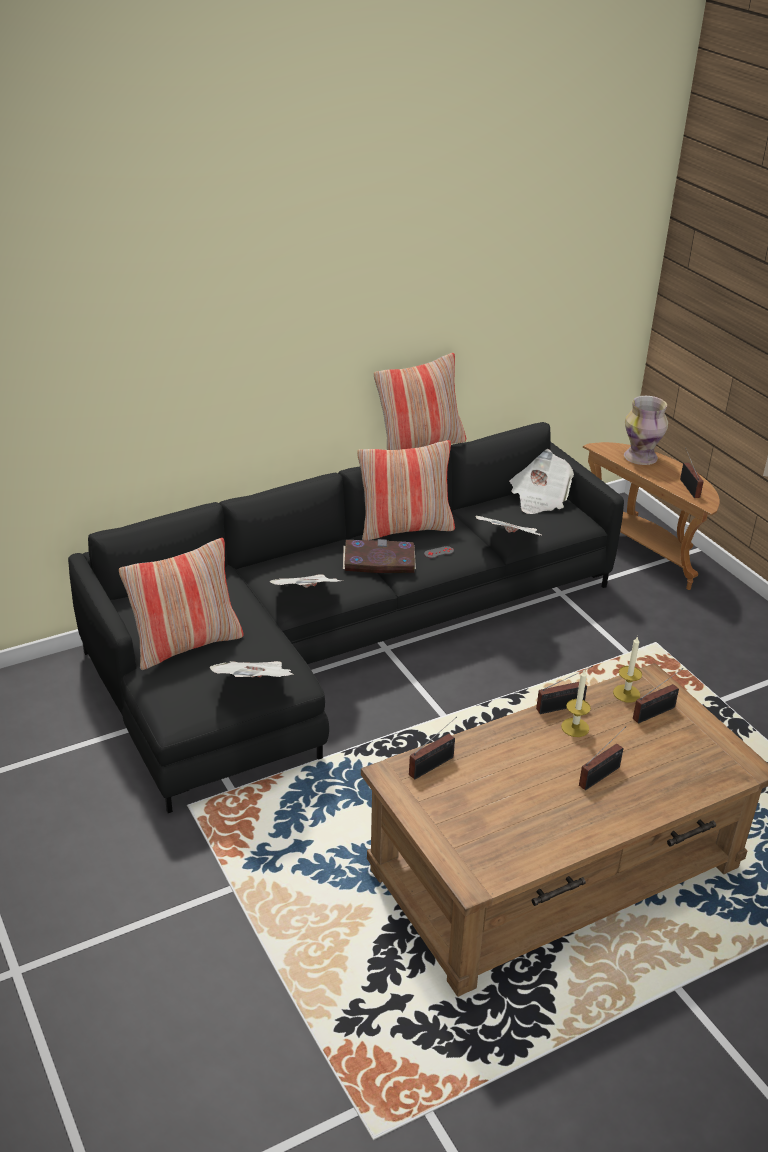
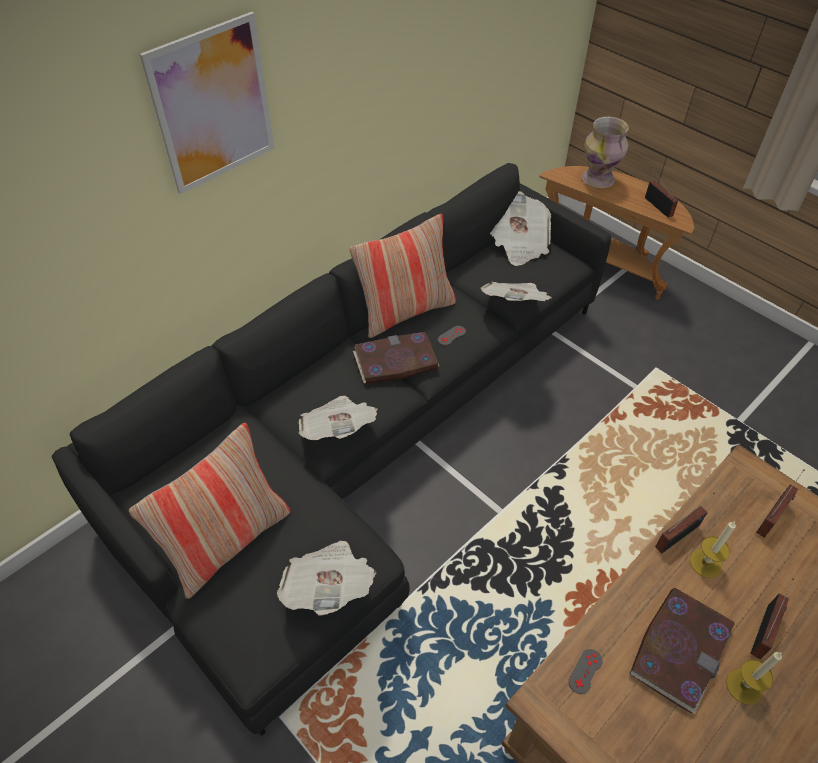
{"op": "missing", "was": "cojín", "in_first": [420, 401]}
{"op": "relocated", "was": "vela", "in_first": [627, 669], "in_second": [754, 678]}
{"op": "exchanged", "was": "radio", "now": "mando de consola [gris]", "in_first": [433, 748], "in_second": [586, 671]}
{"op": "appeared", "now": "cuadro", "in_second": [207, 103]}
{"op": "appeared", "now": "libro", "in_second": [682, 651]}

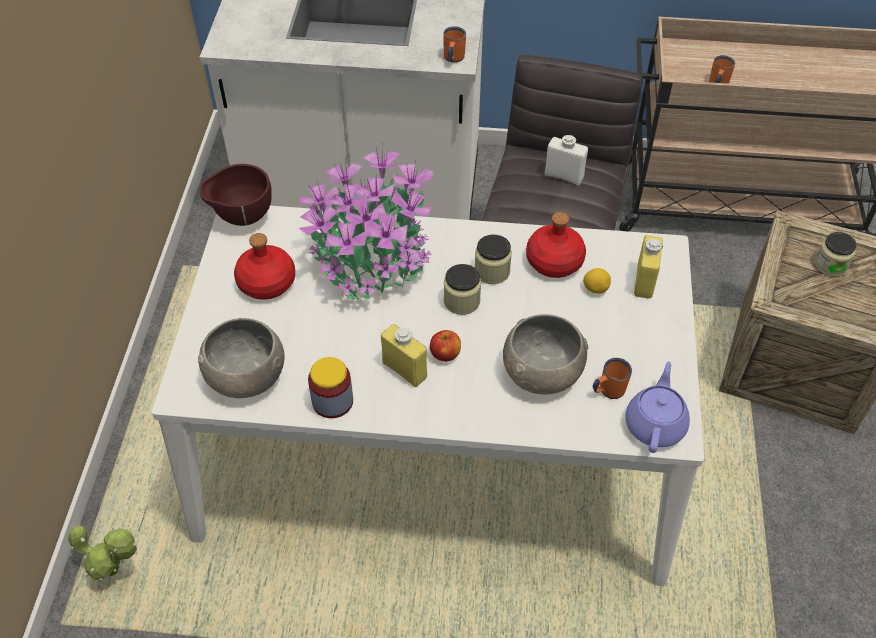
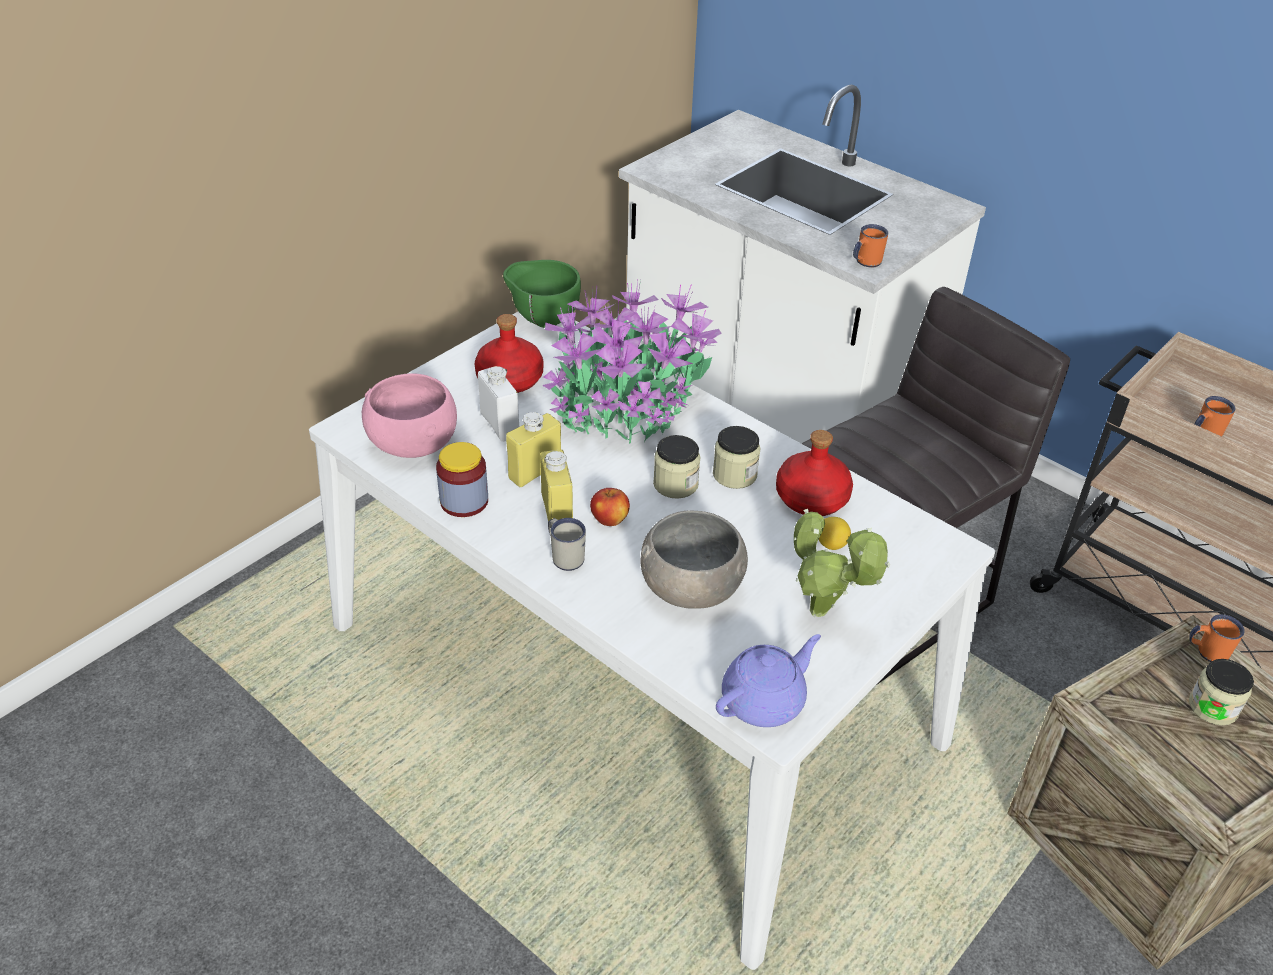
{"op": "relocated", "was": "botella [blanco]", "in_first": [566, 160], "in_second": [498, 404]}
{"op": "colour", "was": "cuenco [marrón]", "now": "cuenco [verde]", "in_first": [236, 195], "in_second": [542, 294]}
{"op": "relocated", "was": "botella [amarillo]", "in_first": [648, 267], "in_second": [533, 449]}
{"op": "colour", "was": "cuenco [gris]", "now": "cuenco [rosa]", "in_first": [241, 358], "in_second": [409, 415]}
{"op": "relocated", "was": "taza grande [naranja]", "in_first": [612, 378], "in_second": [1217, 638]}
{"op": "relocated", "was": "planta en maceta", "in_first": [103, 552], "in_second": [842, 563]}
{"op": "appeared", "now": "taza grande [blanco]", "in_second": [567, 544]}

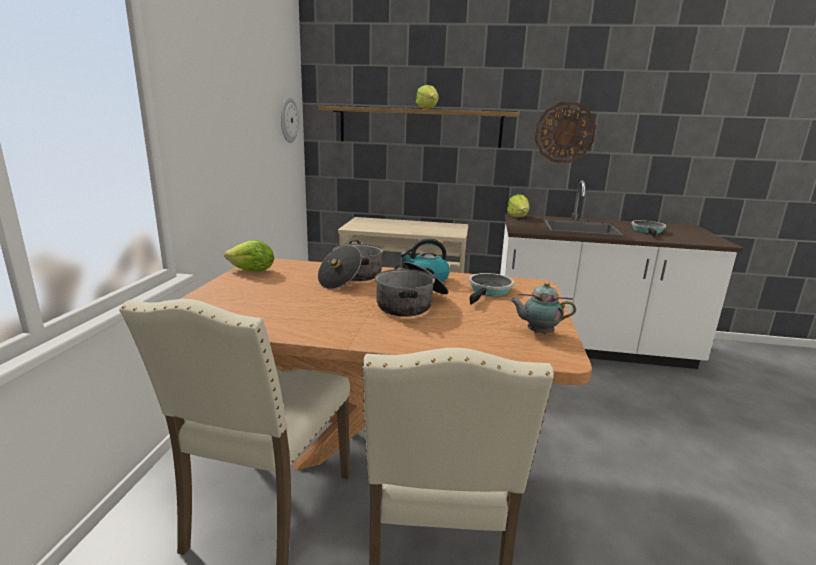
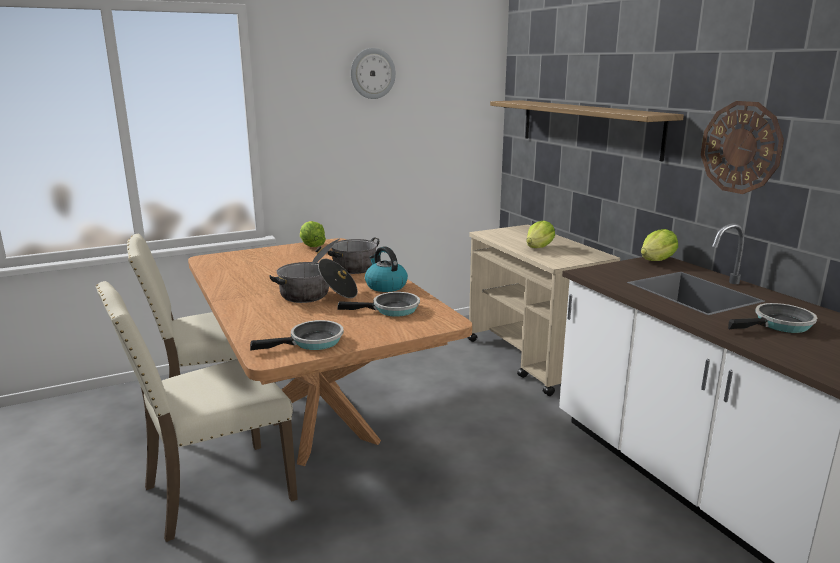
{"op": "relocated", "was": "lechuga", "in_first": [427, 97], "in_second": [541, 234]}
{"op": "relocated", "was": "reloj de pared", "in_first": [290, 120], "in_second": [373, 73]}
{"op": "exchanged", "was": "tetera", "now": "sartén", "in_first": [543, 308], "in_second": [297, 335]}

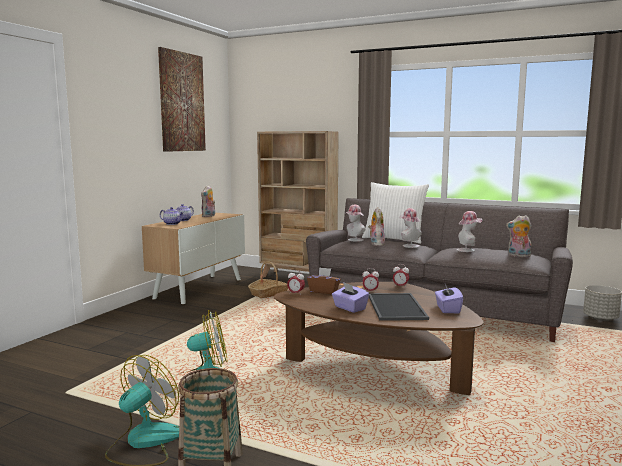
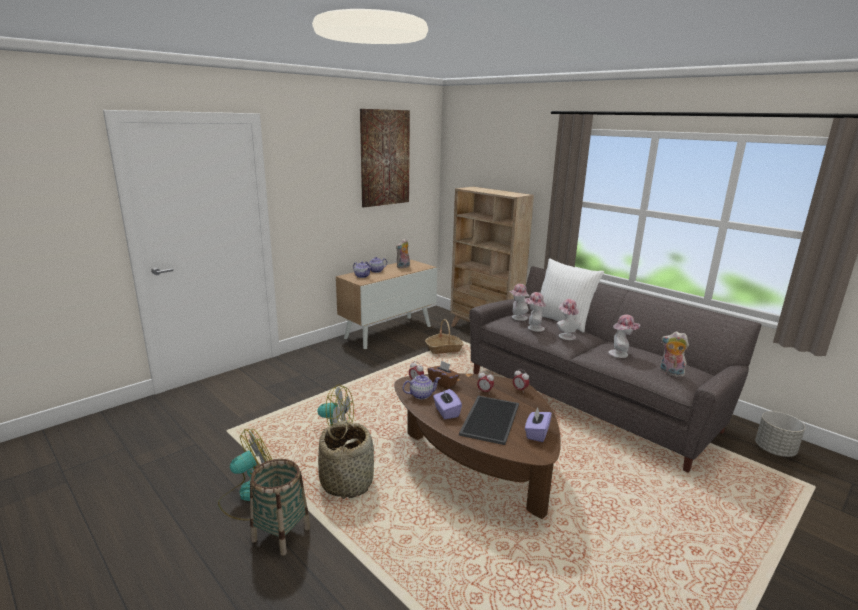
{"op": "exchanged", "was": "peluche", "now": "sombrero", "in_first": [376, 226], "in_second": [535, 312]}
{"op": "appeared", "now": "tetera", "in_second": [422, 386]}
{"op": "appeared", "now": "cesta", "in_second": [346, 460]}

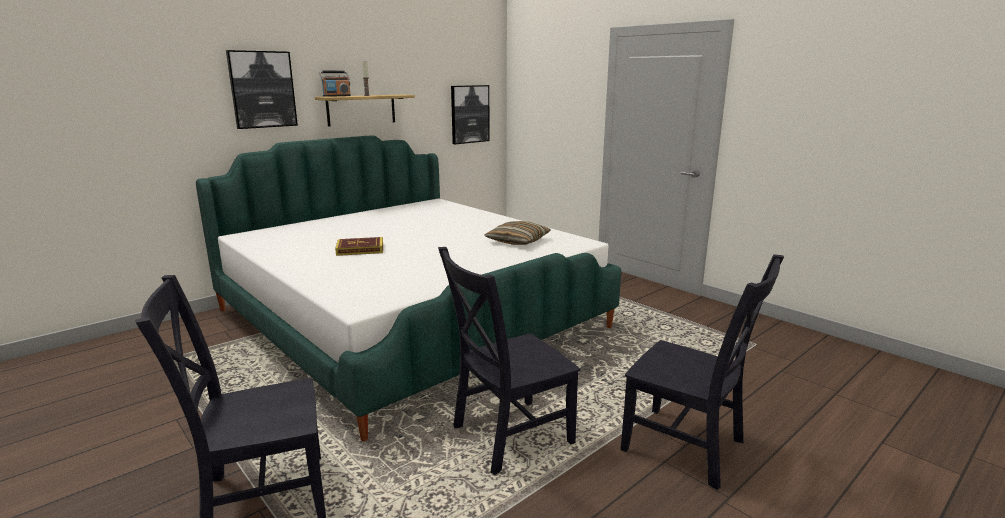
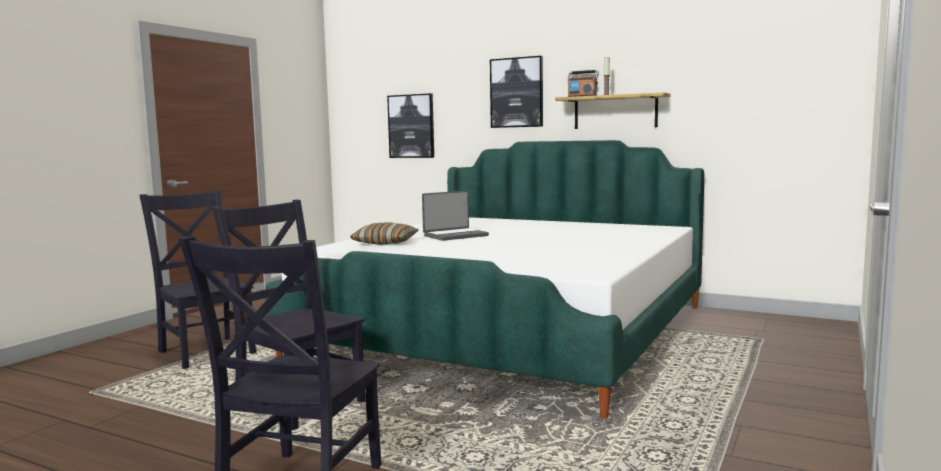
{"op": "relocated", "was": "cuadro", "in_first": [470, 114], "in_second": [410, 125]}
{"op": "relocated", "was": "cojín", "in_first": [517, 233], "in_second": [384, 233]}
{"op": "exchanged", "was": "libro", "now": "portátil", "in_first": [359, 246], "in_second": [455, 216]}

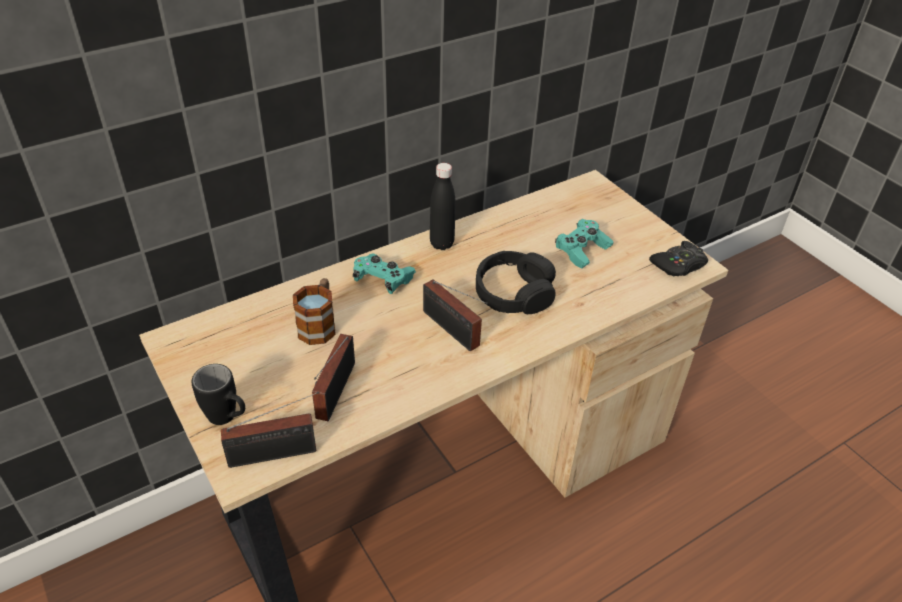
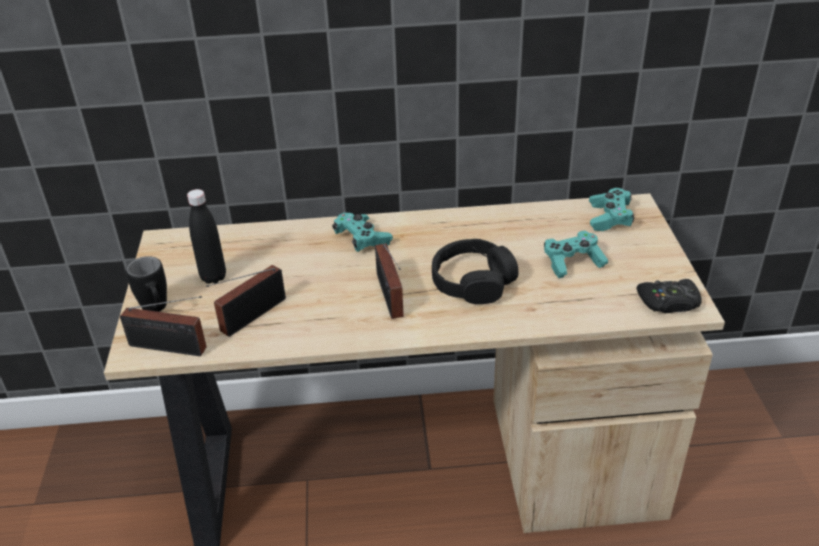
{"op": "relocated", "was": "botella [negro]", "in_first": [443, 206], "in_second": [206, 236]}
{"op": "missing", "was": "taza grande", "in_first": [314, 311]}
{"op": "appeared", "now": "mando de consola [turquesa]", "in_second": [611, 209]}

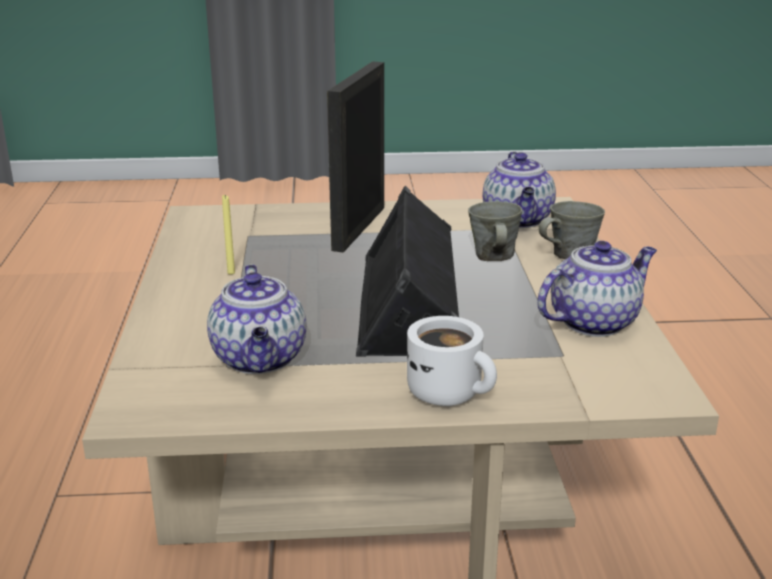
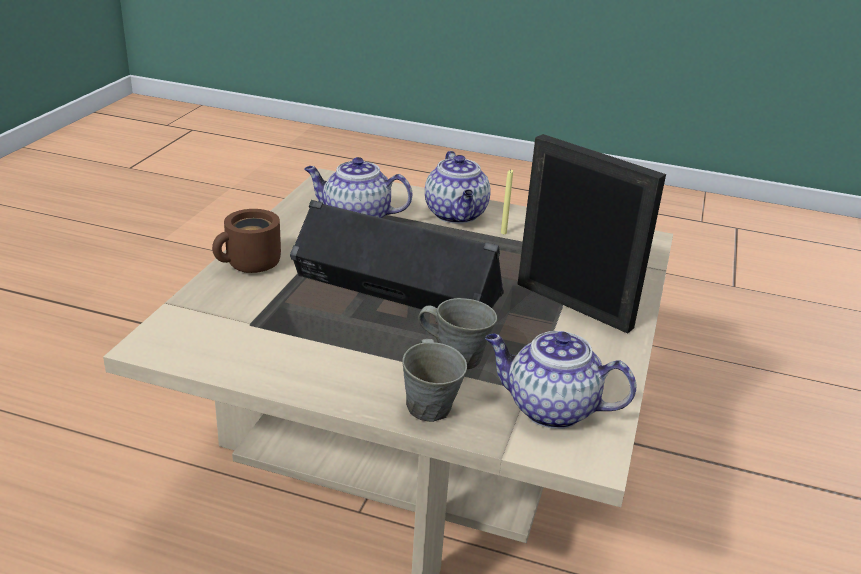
{"op": "relocated", "was": "tetera", "in_first": [597, 289], "in_second": [458, 187]}
{"op": "colour", "was": "taza grande [blanco]", "now": "taza grande [marrón]", "in_first": [452, 361], "in_second": [246, 241]}

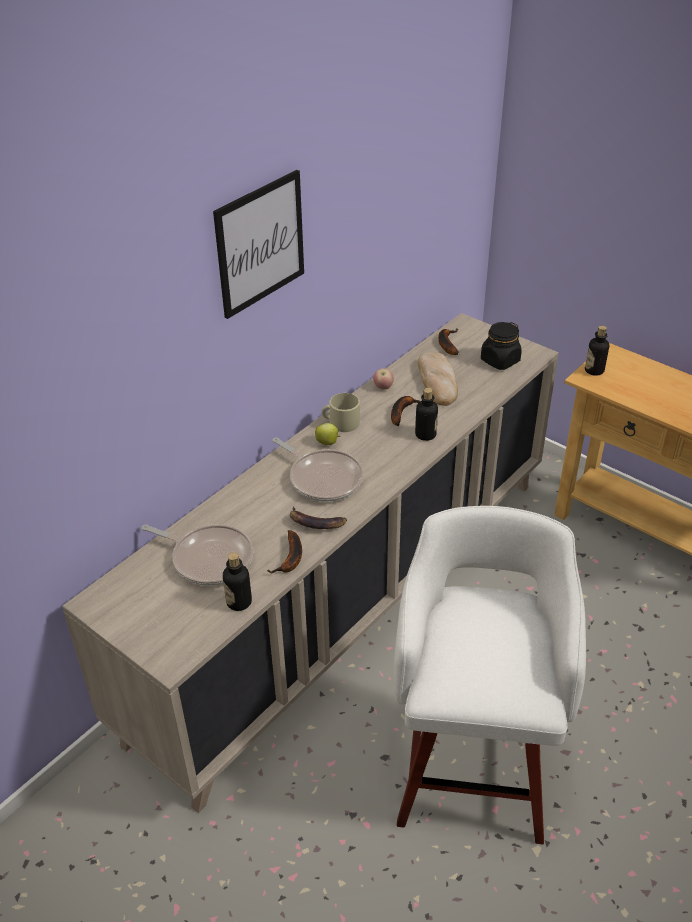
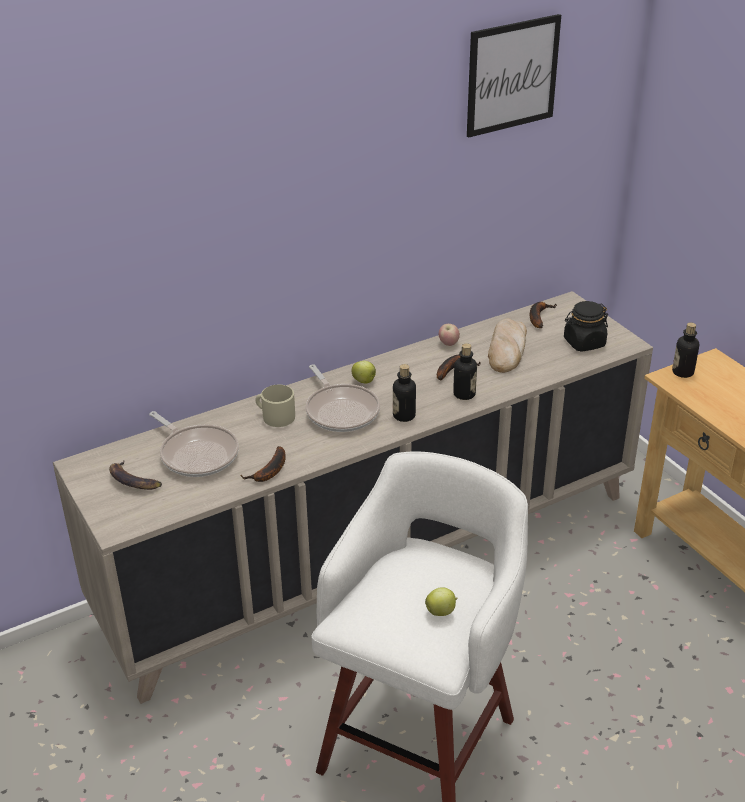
{"op": "relocated", "was": "cuadro", "in_first": [258, 244], "in_second": [514, 76]}
{"op": "relocated", "was": "taza grande [beis]", "in_first": [340, 412], "in_second": [275, 406]}
{"op": "relocated", "was": "plátano", "in_first": [318, 517], "in_second": [135, 475]}
{"op": "relocated", "was": "botella", "in_first": [237, 581], "in_second": [404, 393]}
{"op": "appeared", "now": "manzana", "in_second": [441, 601]}

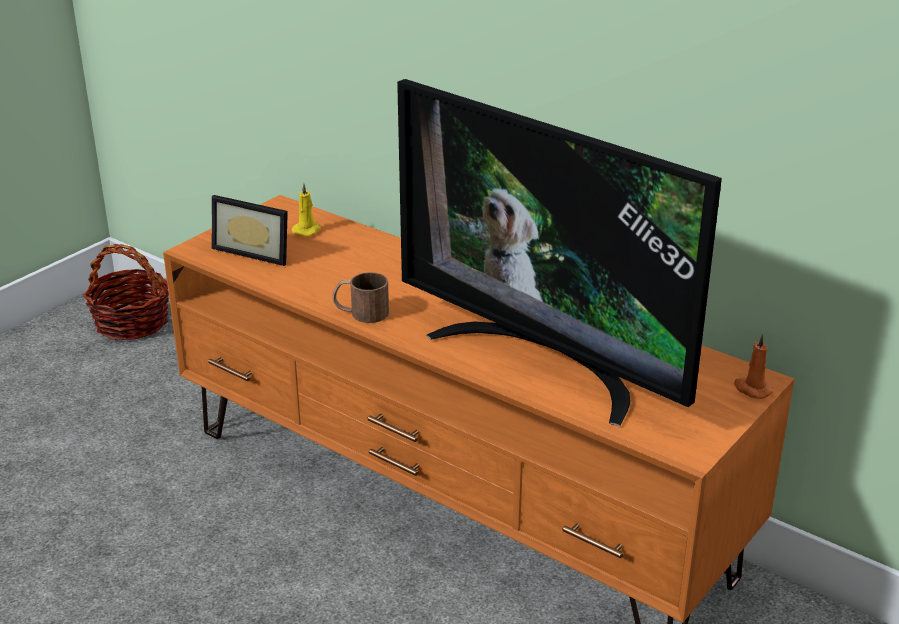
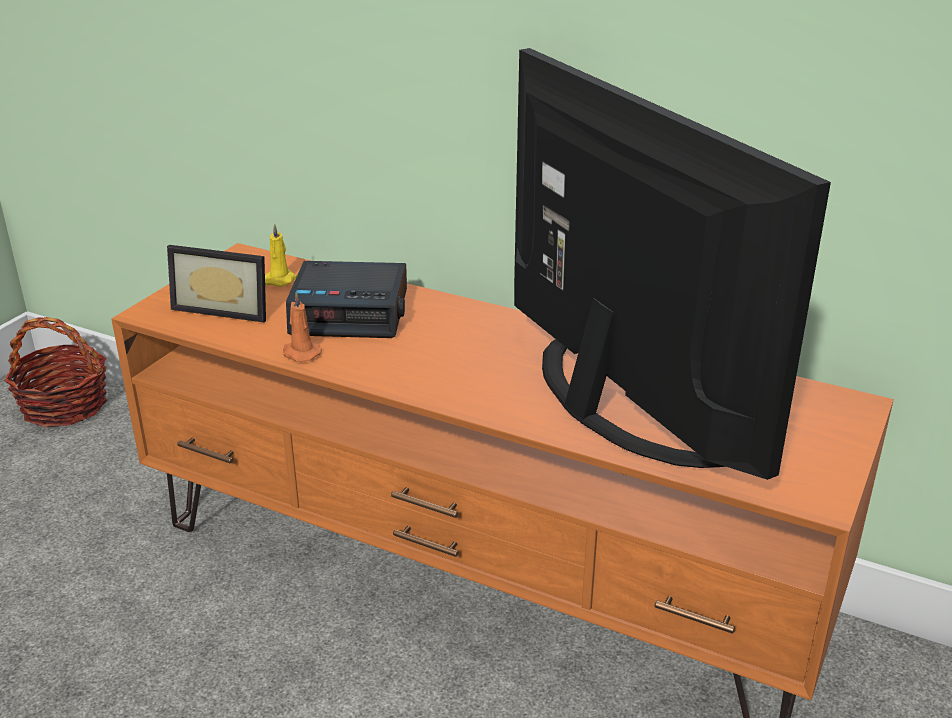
{"op": "spun", "was": "televisor", "in_first": [559, 252], "in_second": [672, 264], "clockwise": -150}
{"op": "missing", "was": "taza grande [marrón]", "in_first": [361, 297]}
{"op": "relocated", "was": "vela [naranja]", "in_first": [753, 366], "in_second": [302, 327]}
{"op": "appeared", "now": "despertador", "in_second": [346, 299]}

